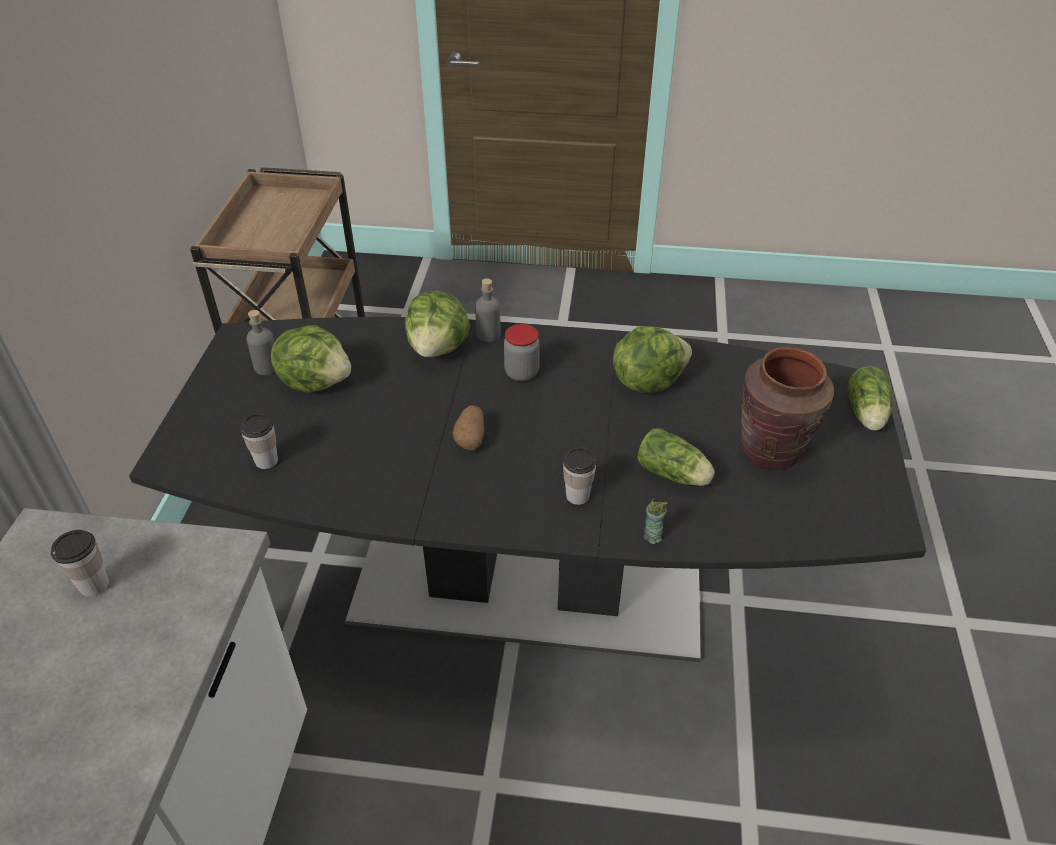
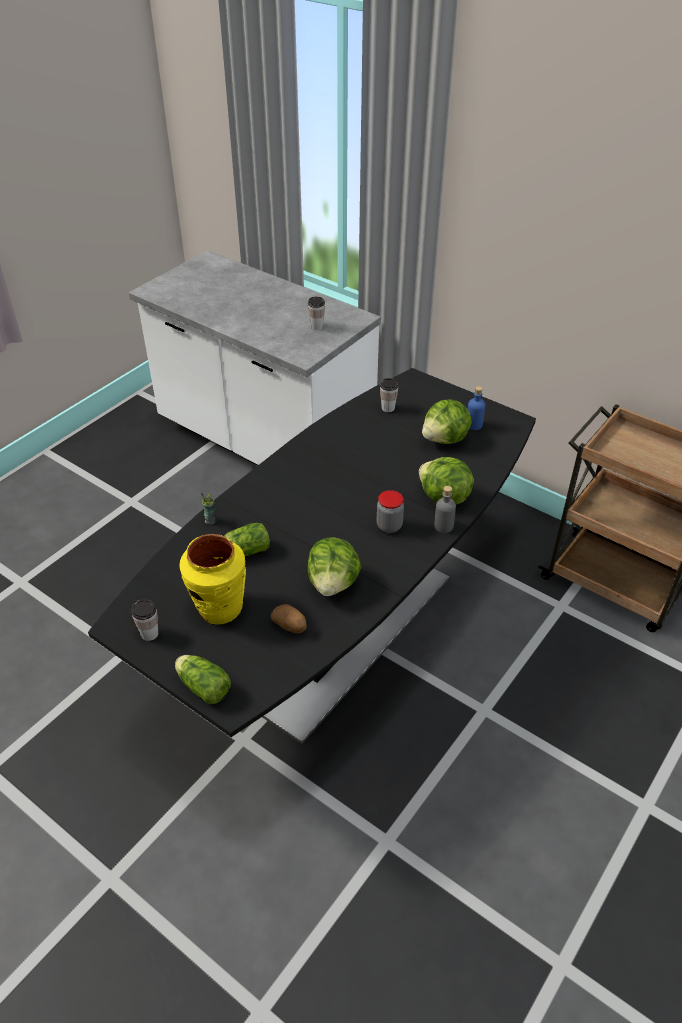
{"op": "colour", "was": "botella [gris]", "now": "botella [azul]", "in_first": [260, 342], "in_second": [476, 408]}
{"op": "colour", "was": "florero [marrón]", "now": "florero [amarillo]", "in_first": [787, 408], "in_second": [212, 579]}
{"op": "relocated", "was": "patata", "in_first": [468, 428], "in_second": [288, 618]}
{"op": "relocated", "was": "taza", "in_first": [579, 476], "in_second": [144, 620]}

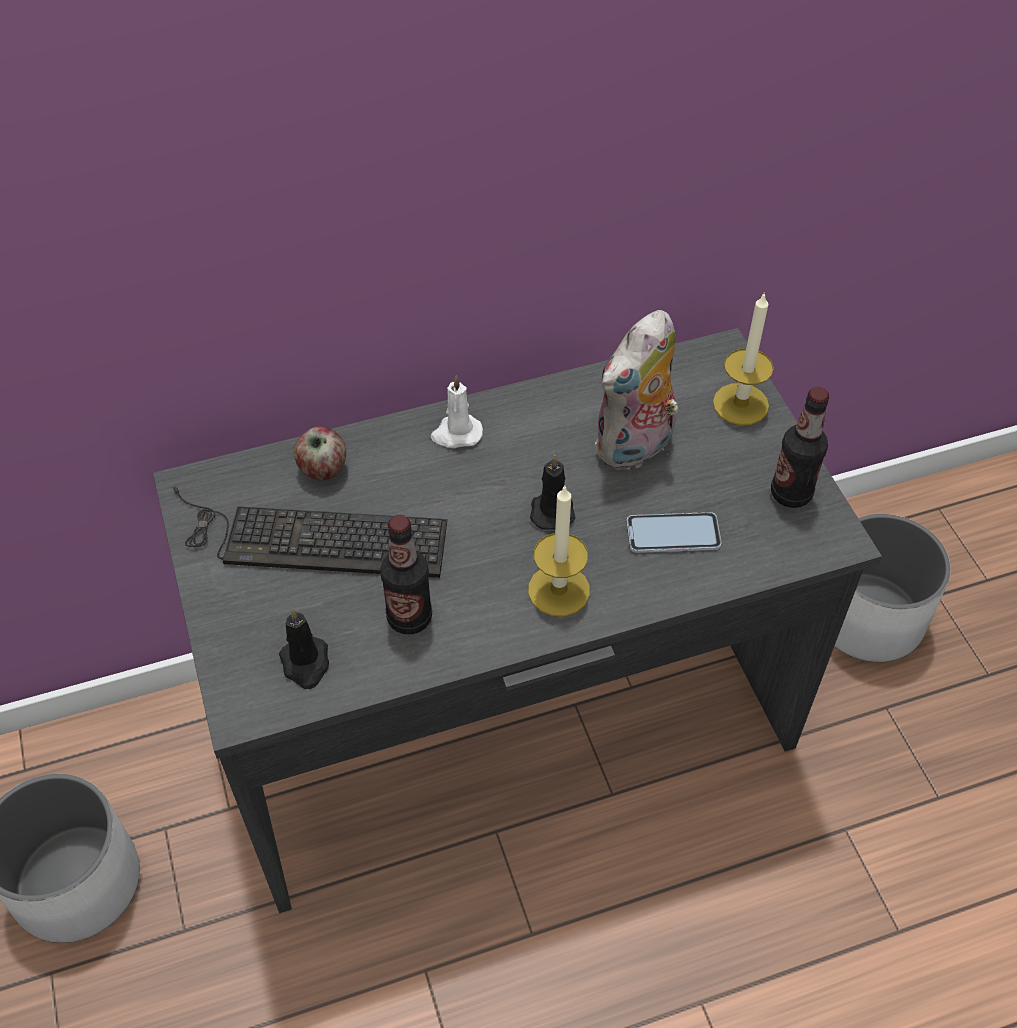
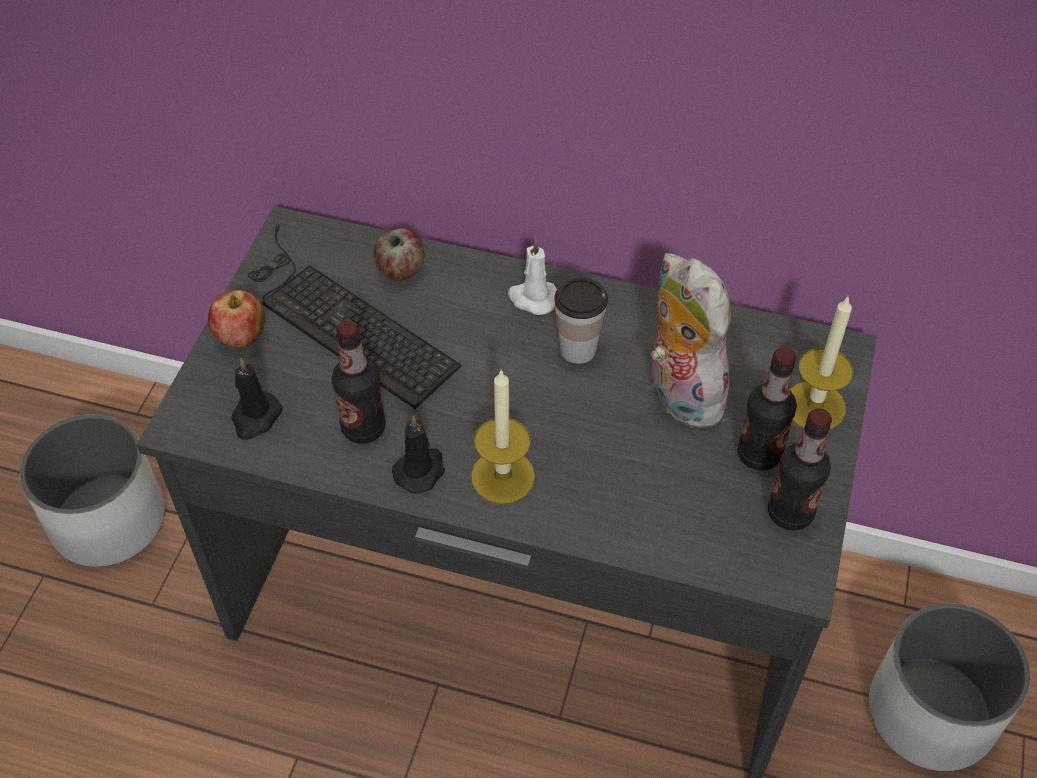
{"op": "spun", "was": "peluche", "in_first": [636, 390], "in_second": [690, 340], "clockwise": 75}
{"op": "relocated", "was": "vela [negro]", "in_first": [552, 492], "in_second": [418, 454]}
{"op": "missing", "was": "móvil", "in_first": [674, 532]}
{"op": "appeared", "now": "taza", "in_second": [581, 320]}
{"op": "appeared", "now": "manzana", "in_second": [236, 319]}
{"op": "appeared", "now": "botella", "in_second": [767, 409]}

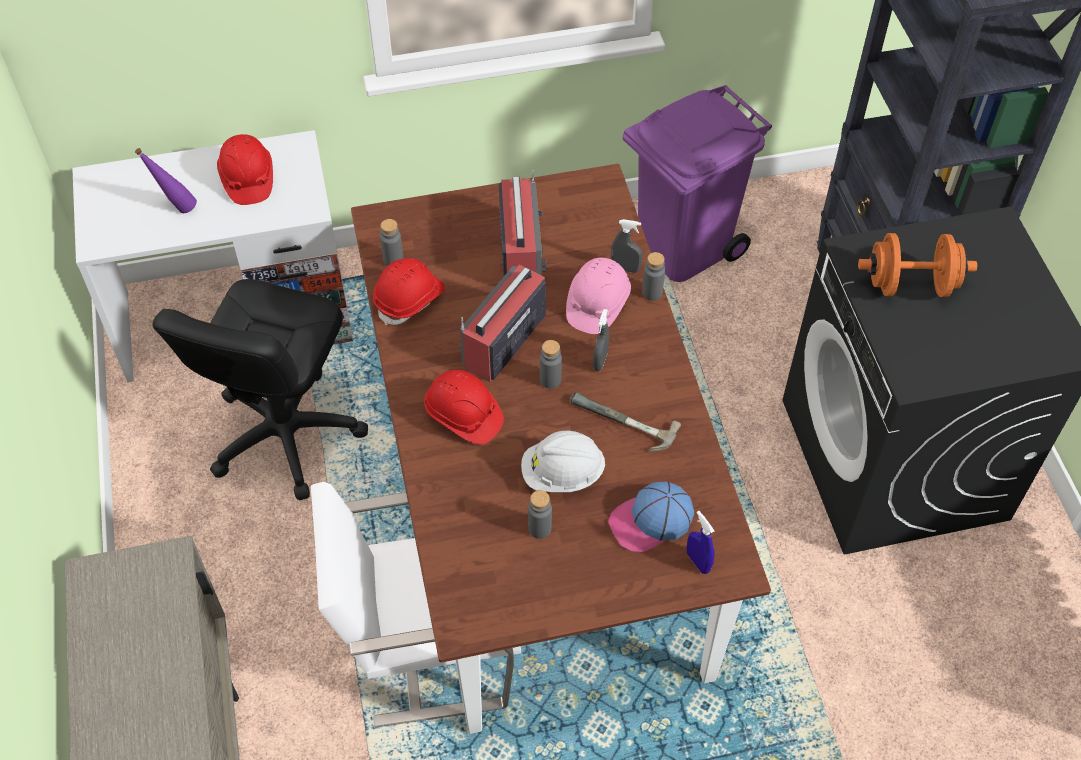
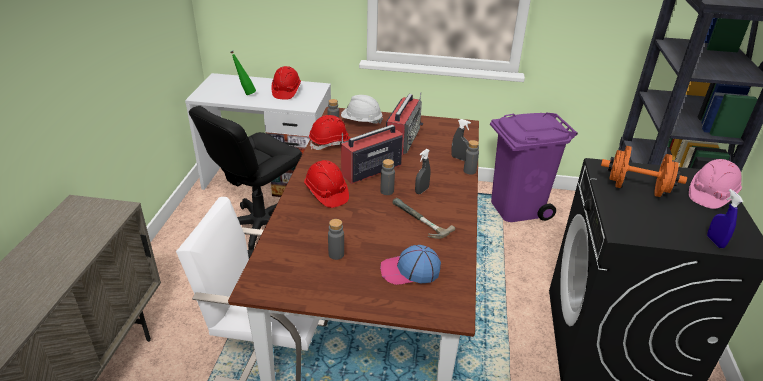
{"op": "colour", "was": "botella [morado]", "now": "botella [verde]", "in_first": [166, 180], "in_second": [243, 73]}
{"op": "relocated", "was": "casco [rosa]", "in_first": [598, 296], "in_second": [715, 184]}
{"op": "relocated", "was": "casco [blanco]", "in_first": [563, 461], "in_second": [362, 109]}
{"op": "relocated", "was": "pulverizador [azul]", "in_first": [700, 542], "in_second": [725, 218]}

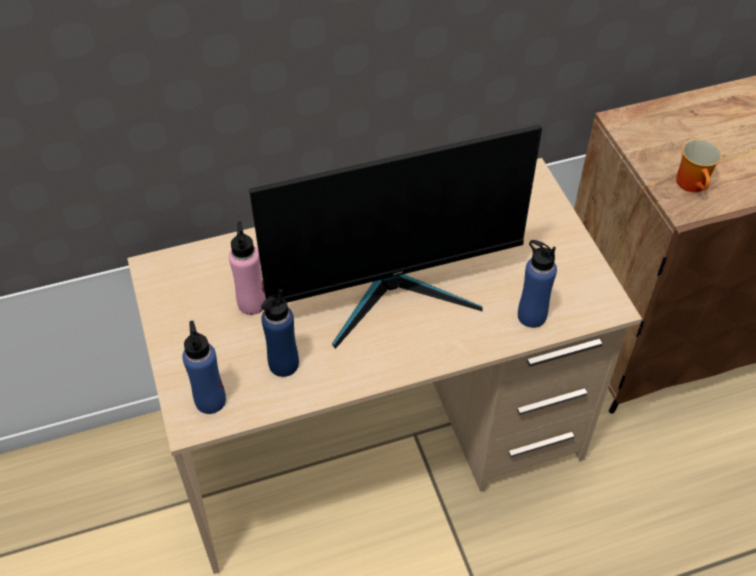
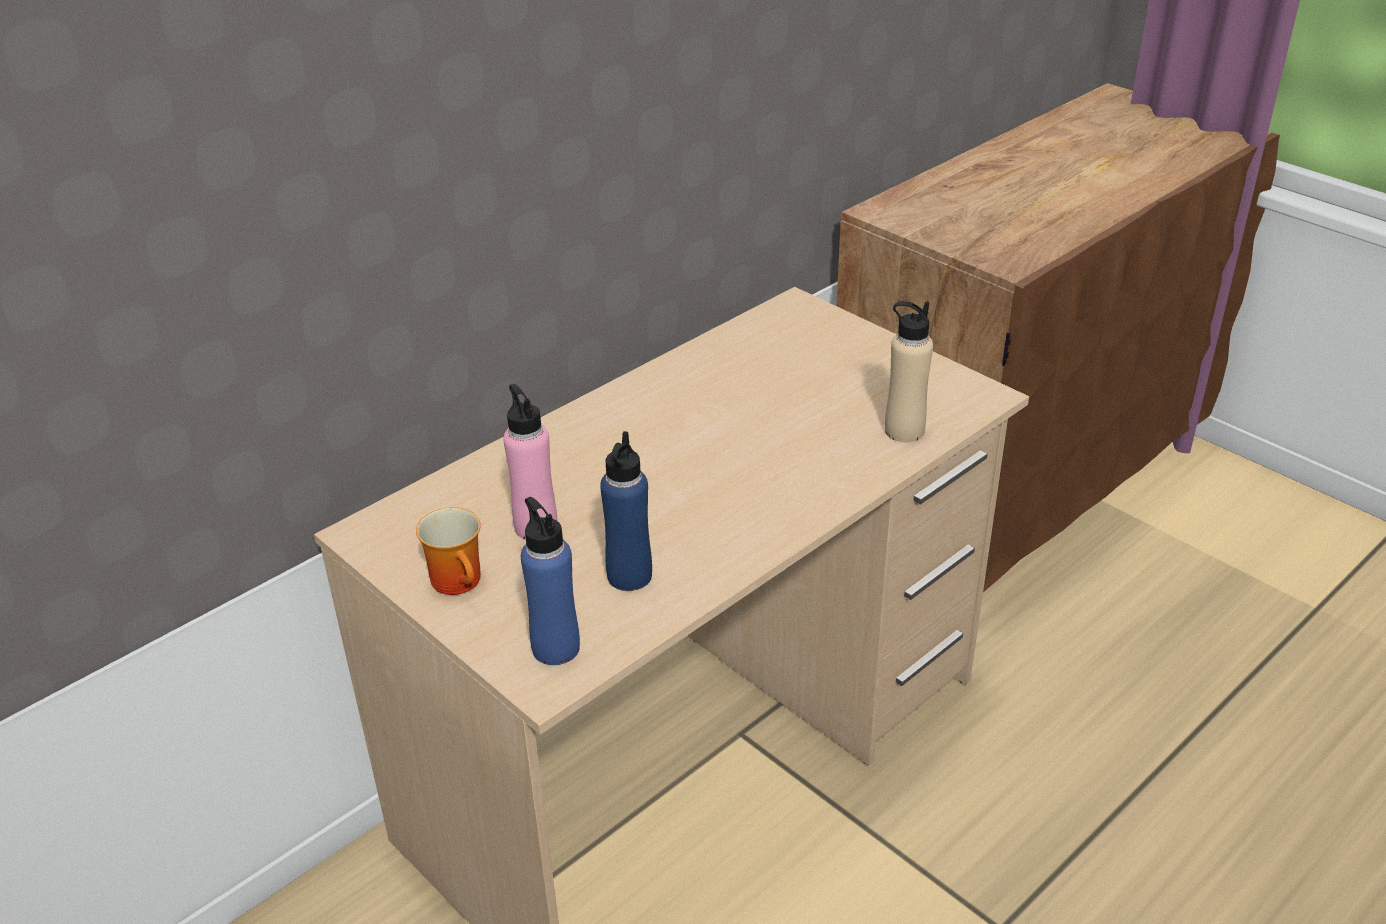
{"op": "missing", "was": "monitor", "in_first": [395, 237]}
{"op": "relocated", "was": "taza grande", "in_first": [699, 165], "in_second": [448, 551]}
{"op": "colour", "was": "botella [azul]", "now": "botella [beis]", "in_first": [537, 284], "in_second": [909, 371]}

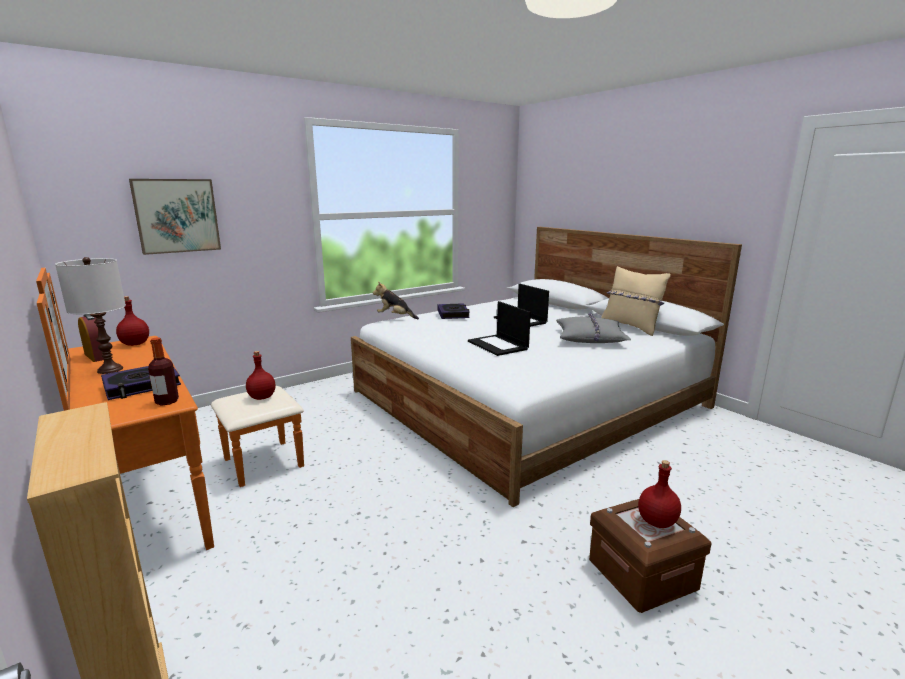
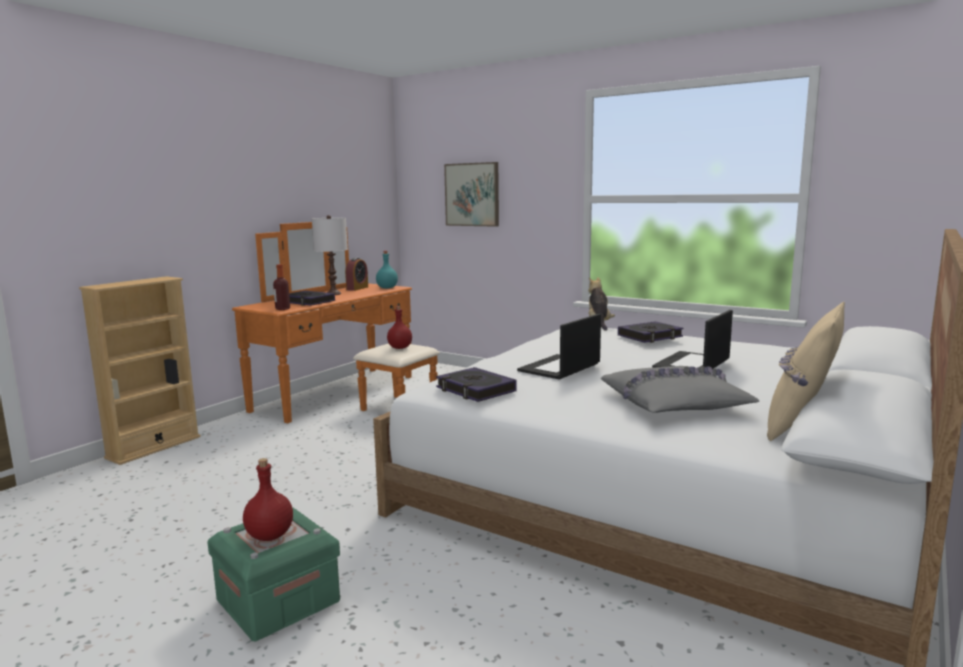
{"op": "colour", "was": "botella [rojo]", "now": "botella [turquesa]", "in_first": [132, 321], "in_second": [387, 269]}
{"op": "colour", "was": "caja de almacenaje [marrón]", "now": "caja de almacenaje [verde]", "in_first": [650, 556], "in_second": [273, 574]}
{"op": "appeared", "now": "libro", "in_second": [476, 384]}

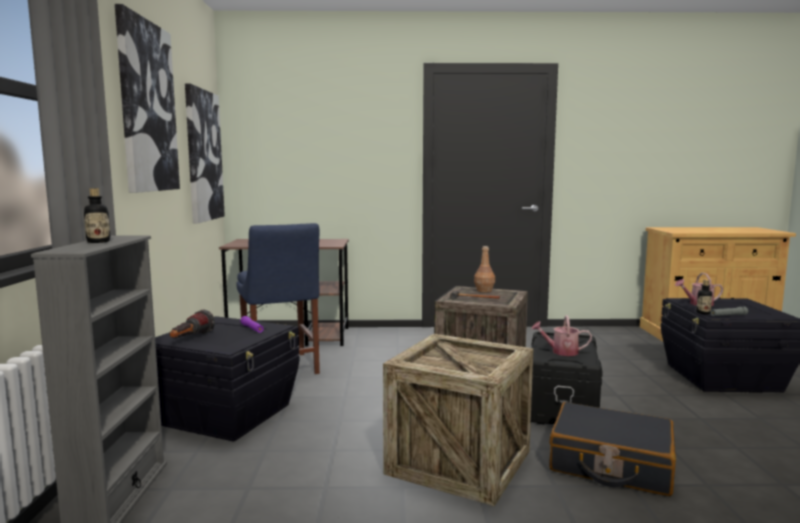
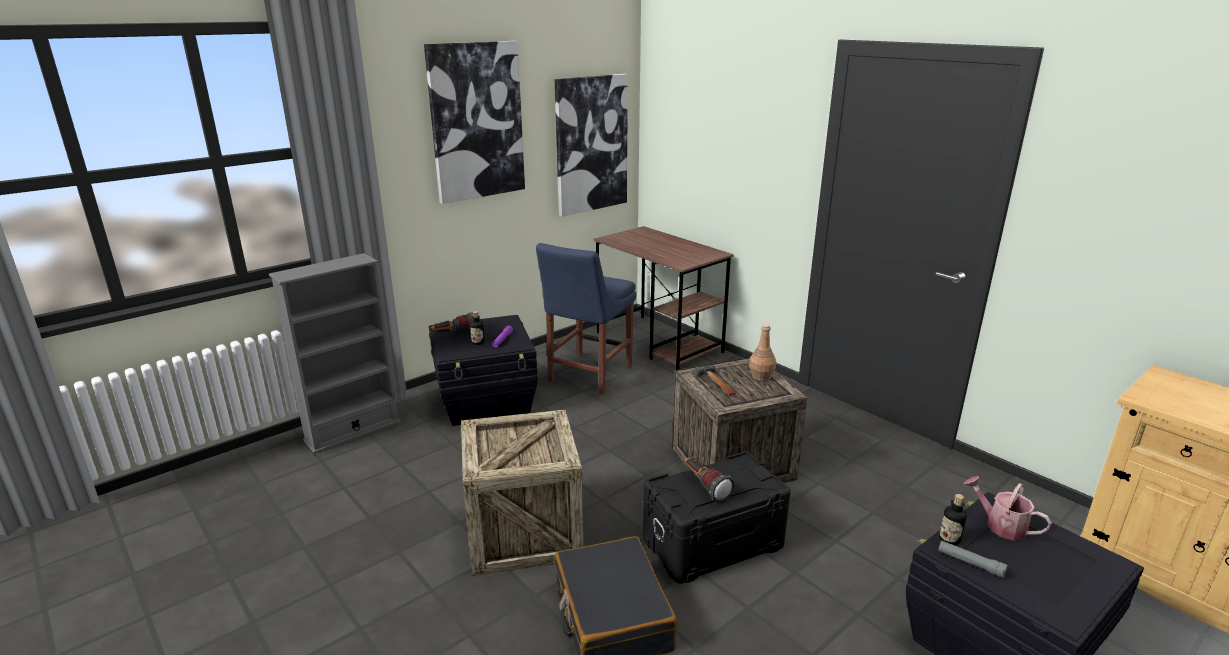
{"op": "relocated", "was": "botella", "in_first": [97, 215], "in_second": [477, 328]}
{"op": "exchanged", "was": "regadera", "now": "linterna", "in_first": [561, 335], "in_second": [709, 479]}

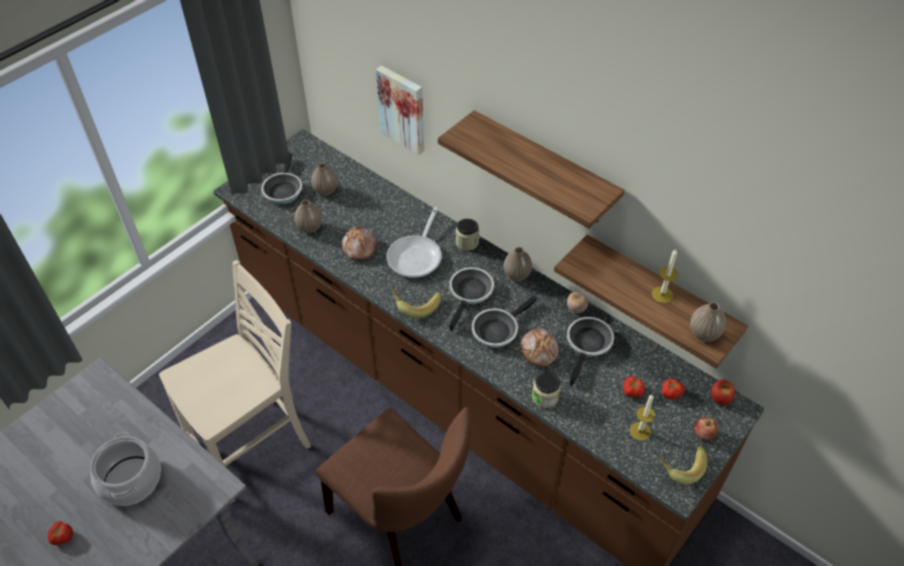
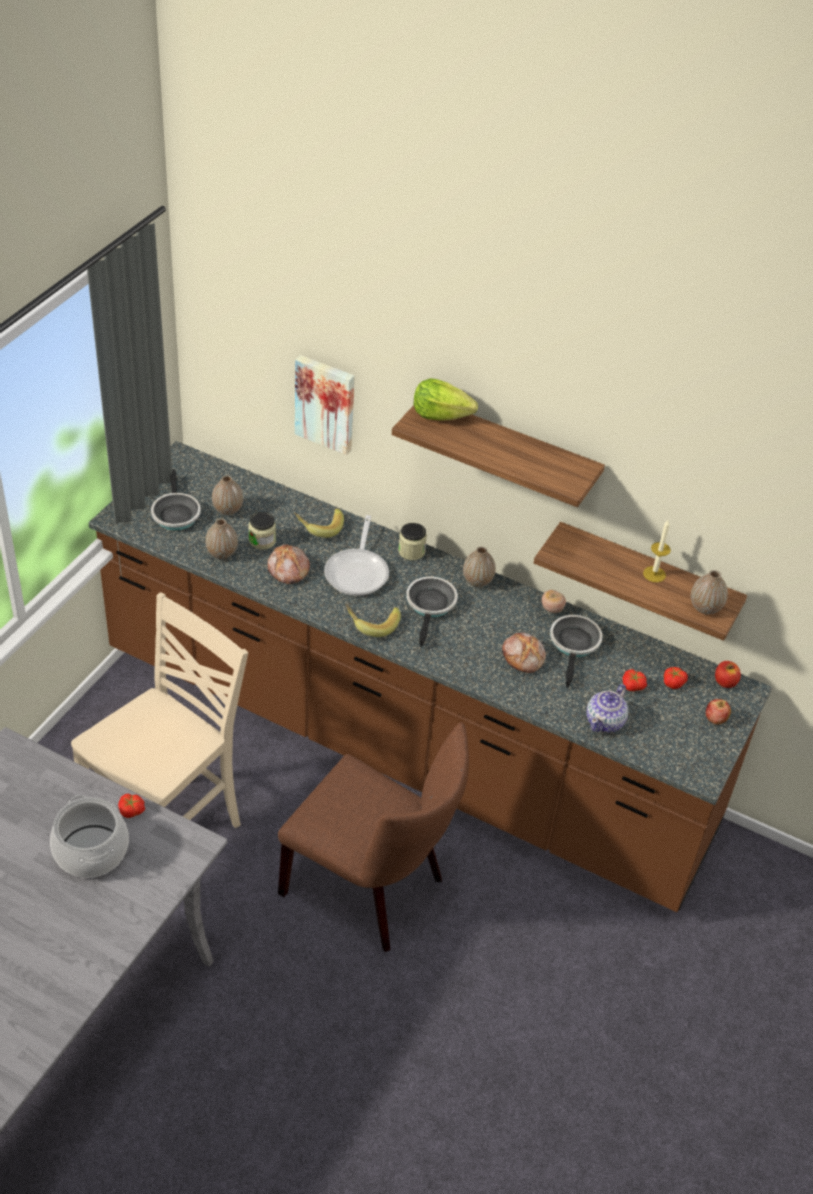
{"op": "missing", "was": "sartén", "in_first": [504, 322]}
{"op": "relocated", "was": "tarro", "in_first": [546, 390], "in_second": [262, 531]}
{"op": "missing", "was": "vela", "in_first": [642, 417]}
{"op": "relocated", "was": "plátano", "in_first": [682, 465], "in_second": [319, 523]}
{"op": "relocated", "was": "tomate", "in_first": [60, 533], "in_second": [131, 805]}
{"op": "appeared", "now": "lechuga", "in_second": [446, 399]}
{"op": "appeared", "now": "tetera", "in_second": [607, 708]}

